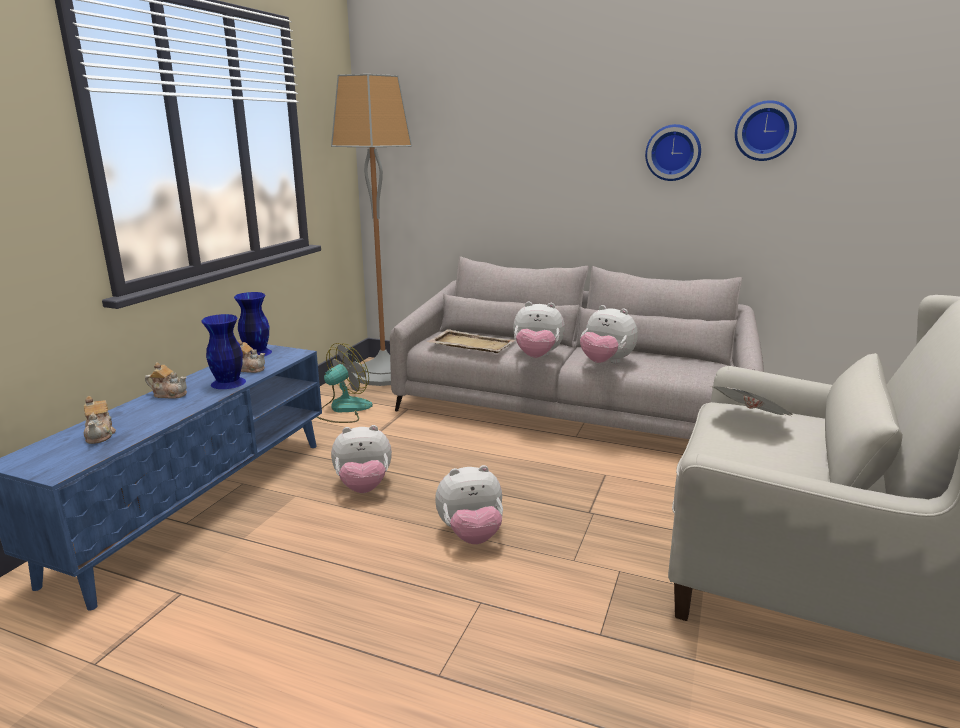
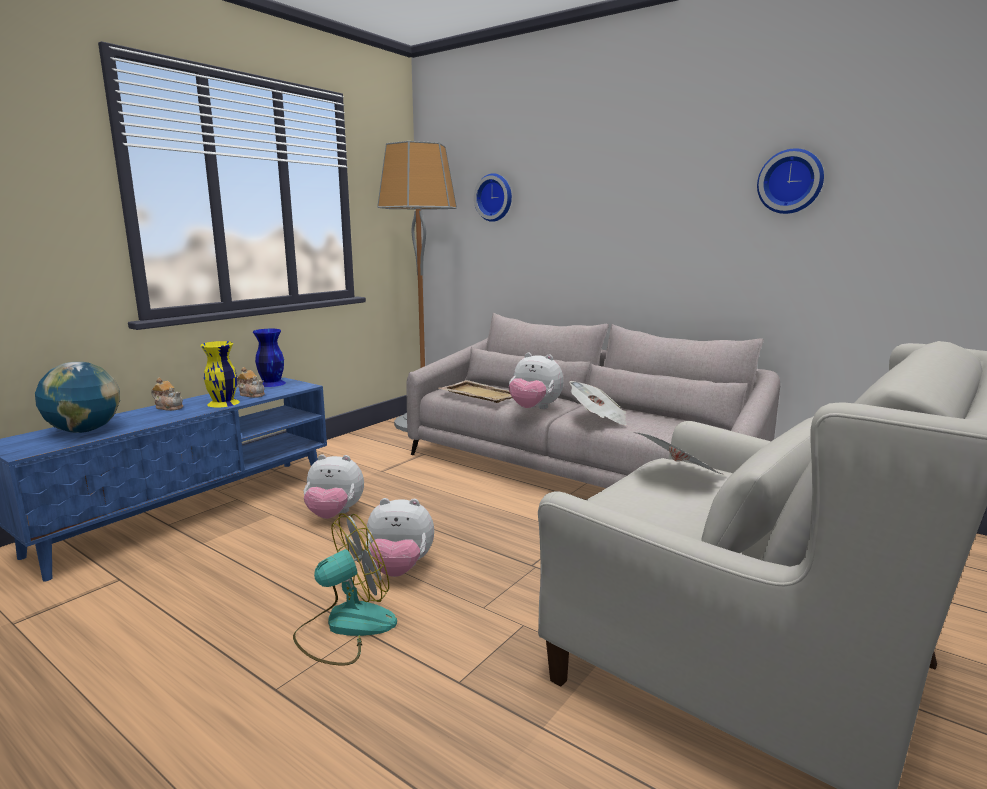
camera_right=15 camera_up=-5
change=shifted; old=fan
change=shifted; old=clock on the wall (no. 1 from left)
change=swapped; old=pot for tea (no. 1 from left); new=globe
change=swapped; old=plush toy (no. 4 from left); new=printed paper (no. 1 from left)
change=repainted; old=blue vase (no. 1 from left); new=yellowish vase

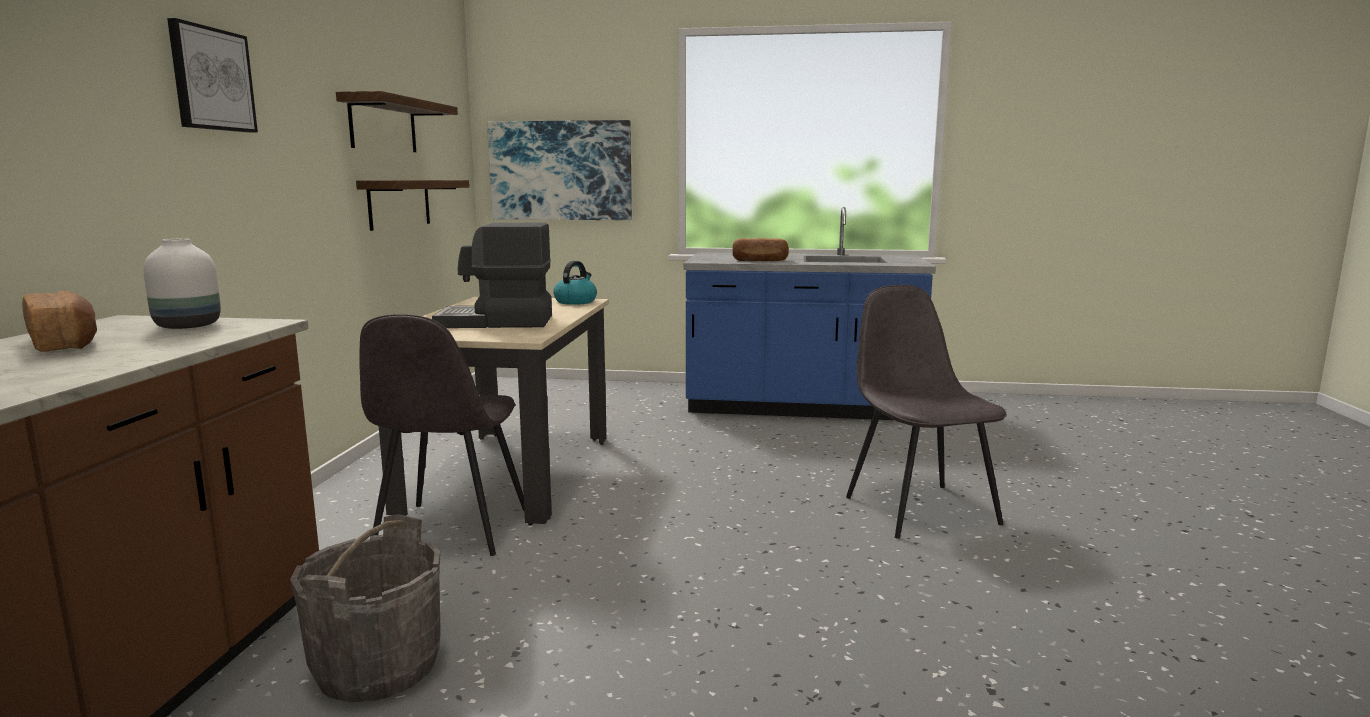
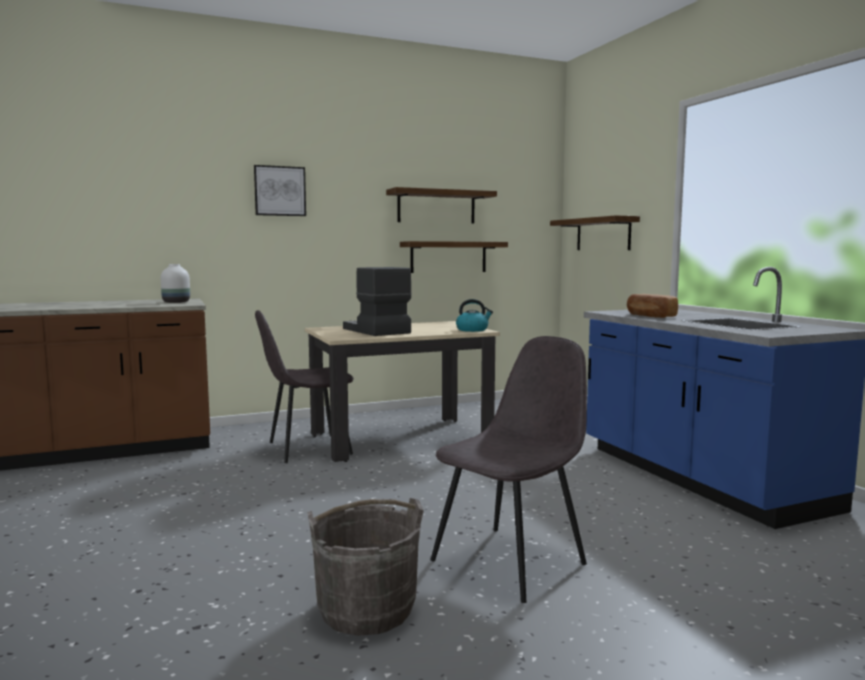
camera_right=60 camera_up=-5
change=gone; old=bakery bread (no. 1 from left)
change=shifted; old=grey pail
change=swapped; old=wall picture (no. 2 from left); new=wall shelf (no. 3 from left)

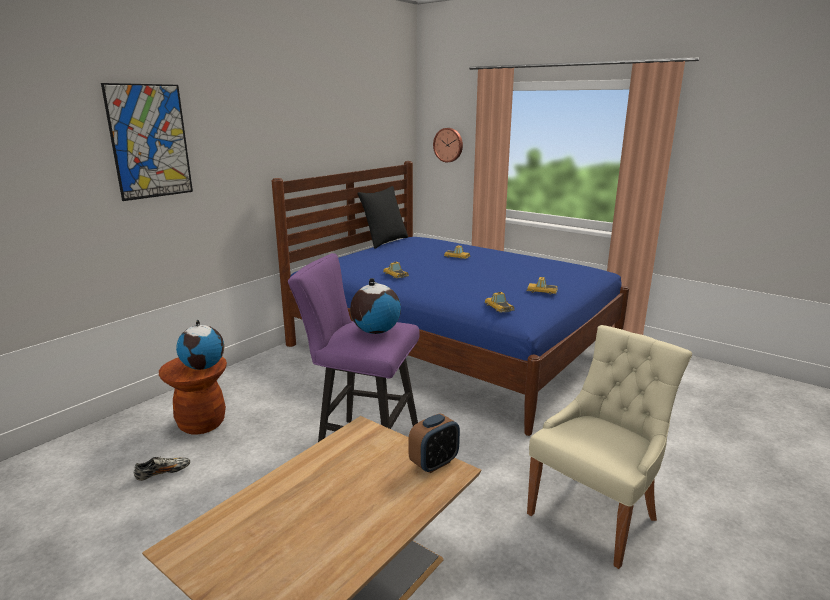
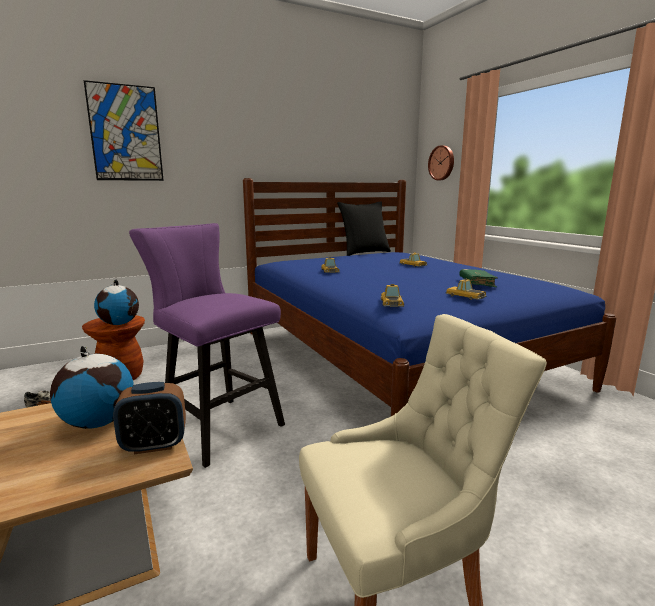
camera_right=25 camera_up=-5
change=new; new=green bound book
change=shifted; old=globe (no. 2 from left in the first image); new=globe (no. 1 from left)

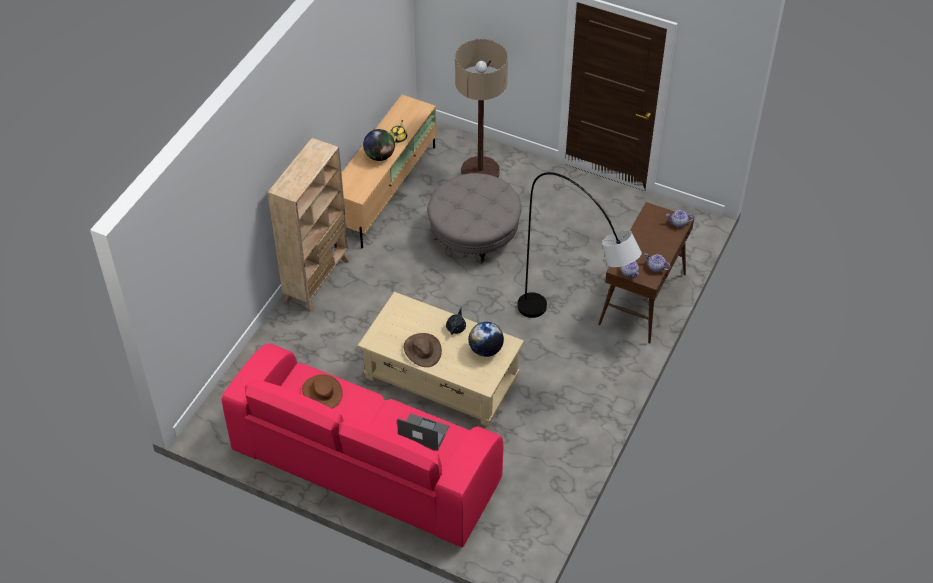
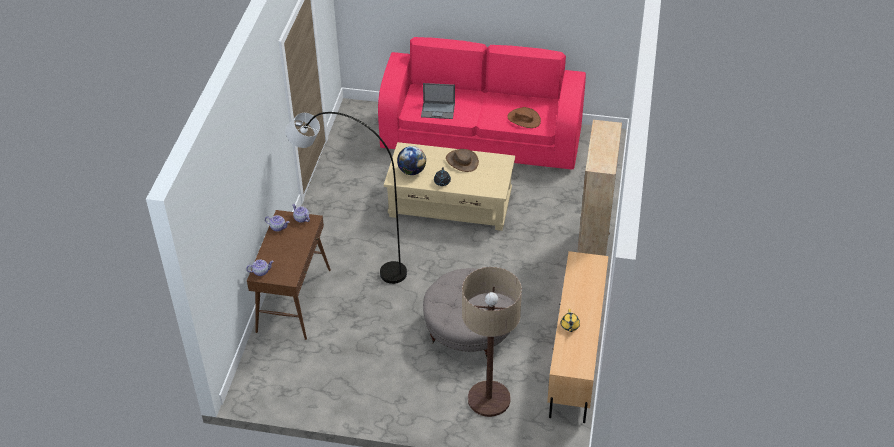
camera_right=165 camera_up=-5
change=gone; old=globe (no. 1 from left)

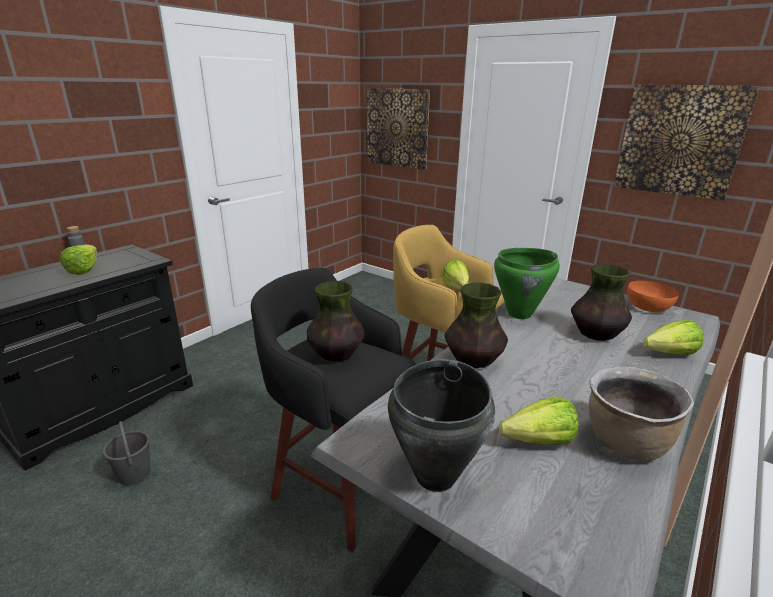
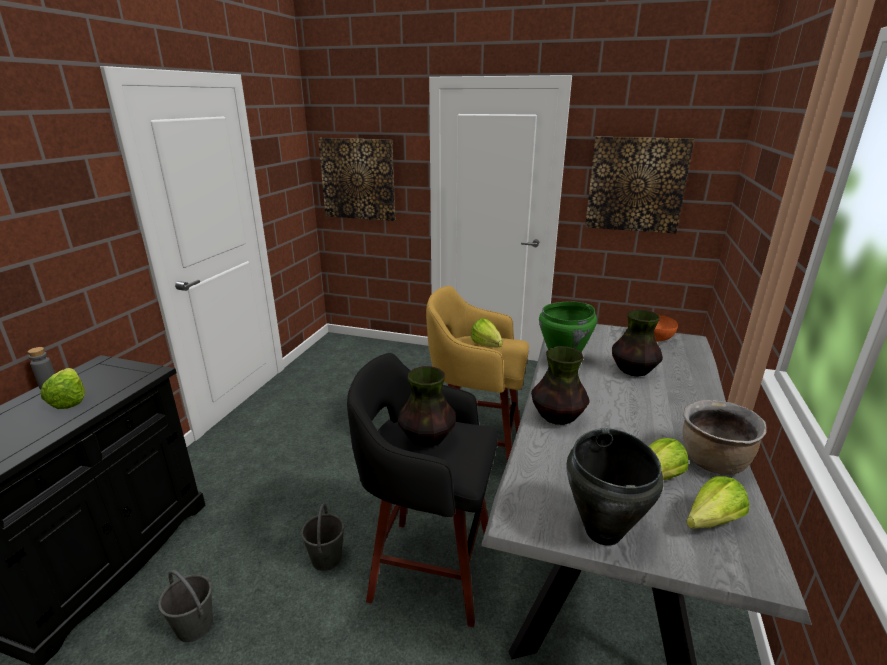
camera_right=-20 camera_up=0
change=new; new=grey pail (no. 2 from left)
change=shifted; old=head of lettuce (no. 4 from left)

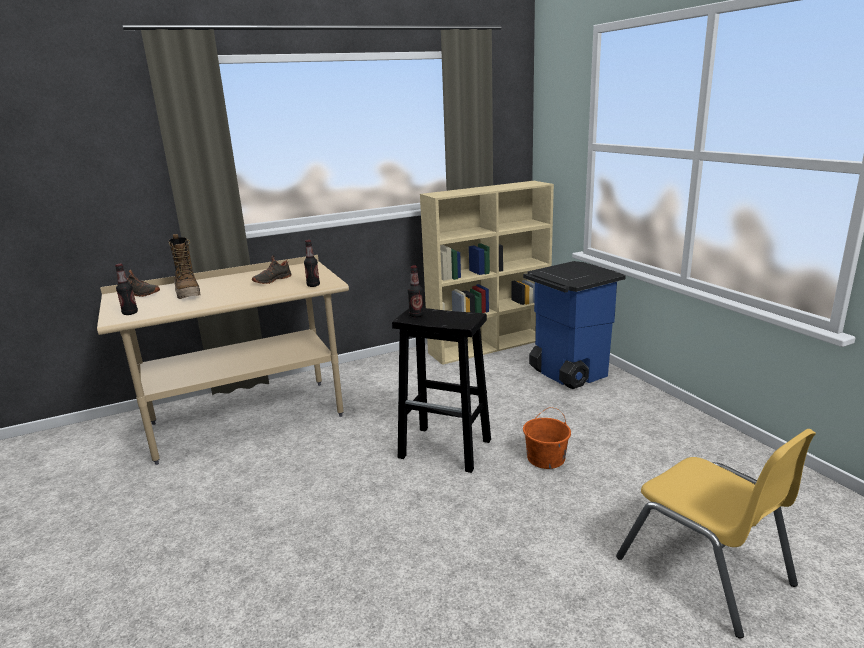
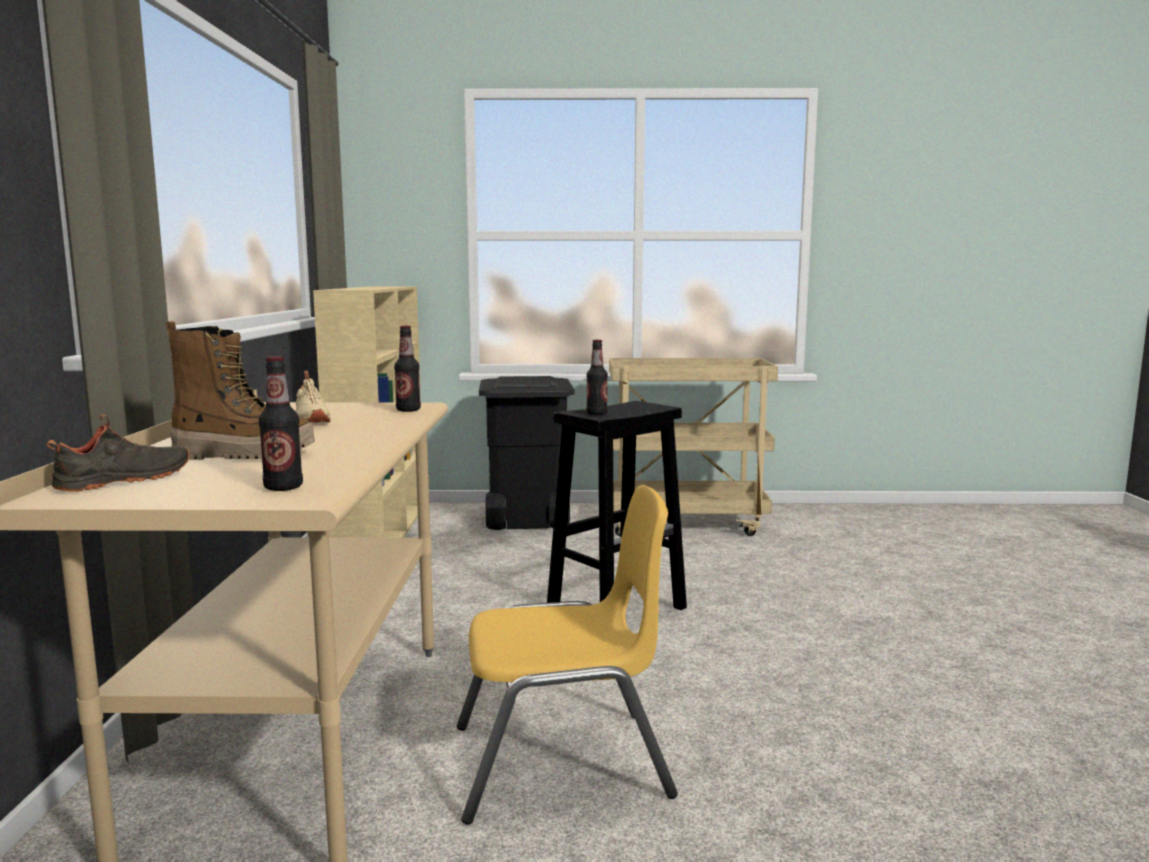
camera_right=-65 camera_up=-10
change=gone; old=orangey pail
change=new; new=sand-coloured trolley
change=shifted; old=yellowish upright chair
change=repainted; old=blackish item of footwear (no. 2 from left); new=sand-coloured item of footwear
change=repainted; old=blue trash can; new=blackish trash can

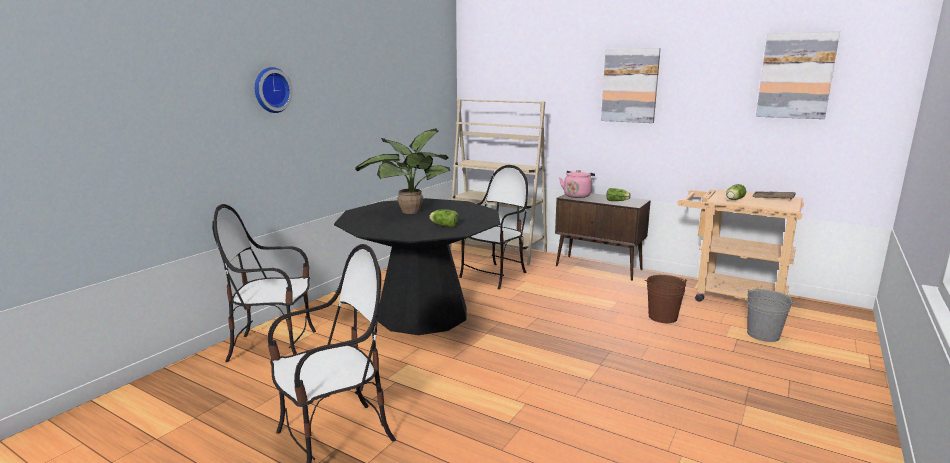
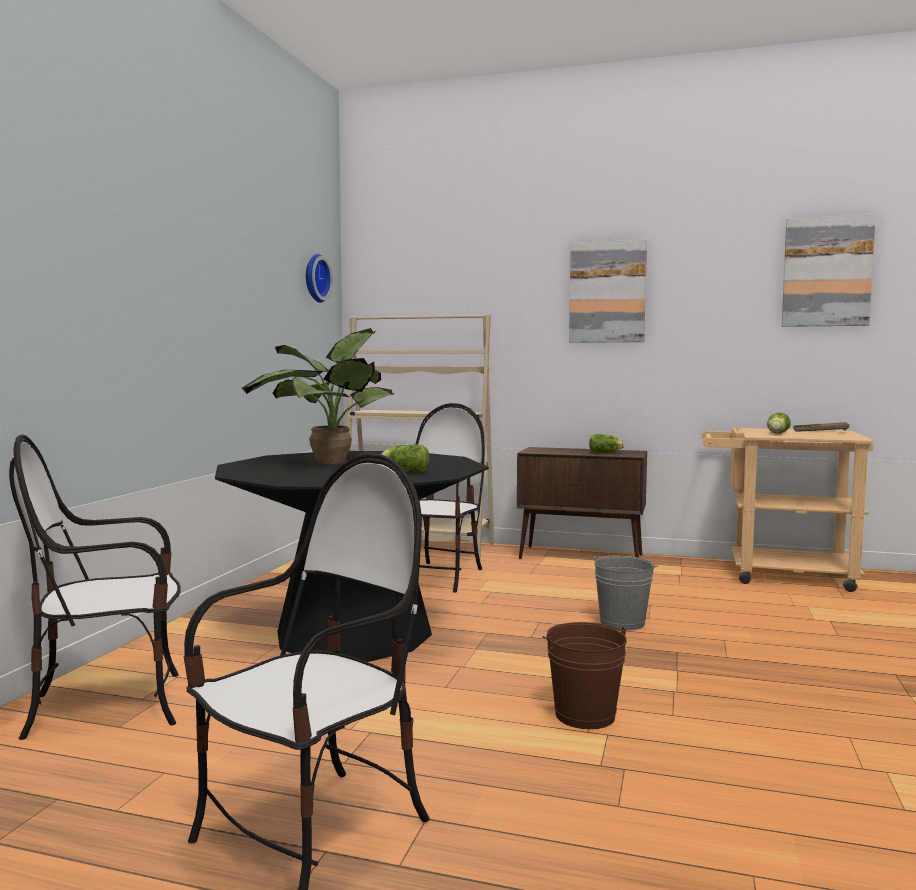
camera_right=-15 camera_up=-10
change=gone; old=pink-coloured kettle
change=shifted; old=clock on the wall
change=shifted; old=brown-coloured pail
change=shifted; old=grey pail

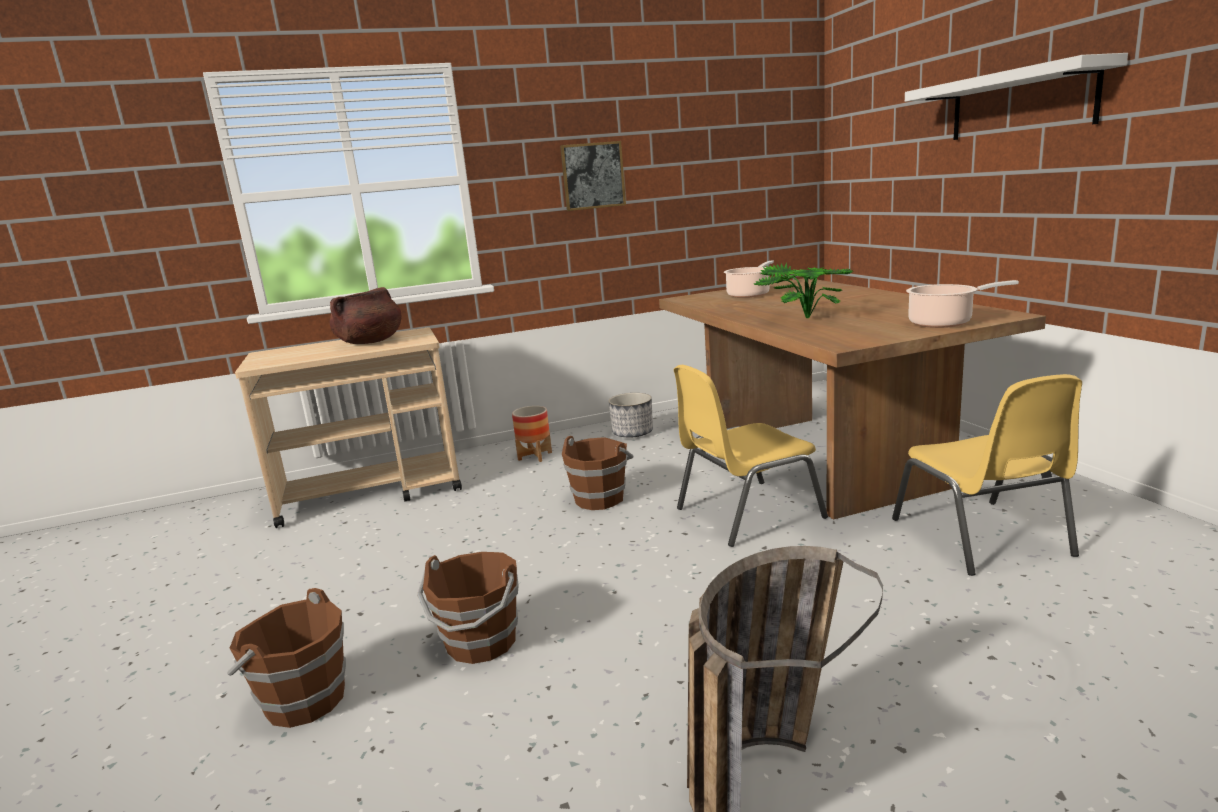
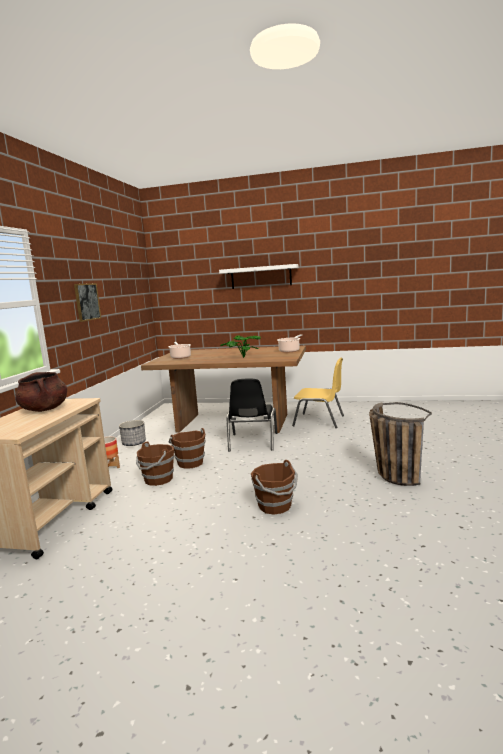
camera_right=-60 camera_up=-5
change=shifted; old=brown-coloured pail (no. 1 from left)
change=repainted; old=yellowish upright chair (no. 1 from left); new=blackish upright chair

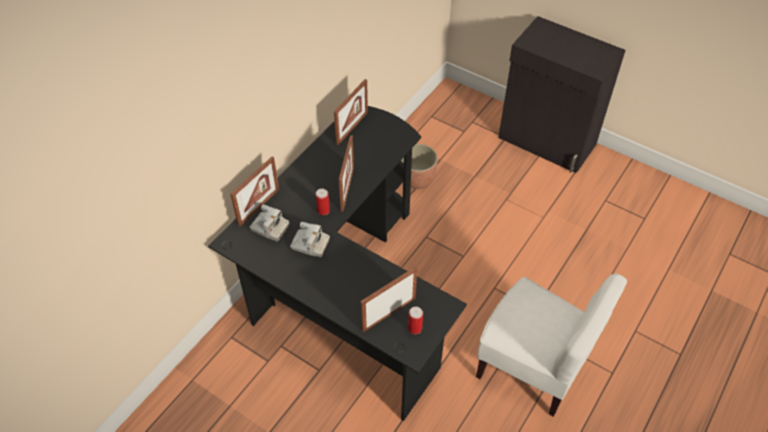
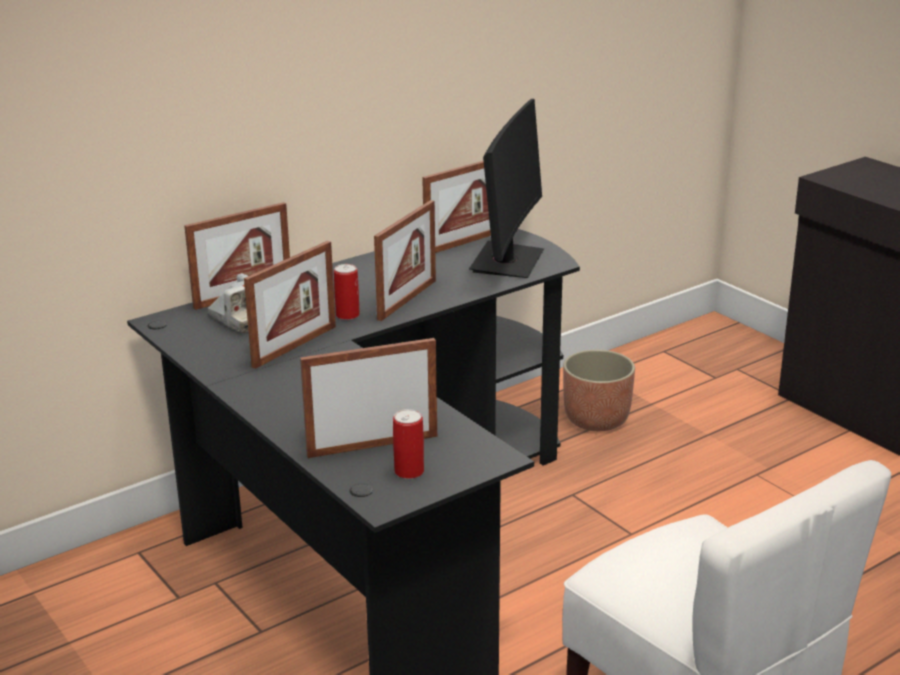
camera_right=20 camera_up=-25
change=new; new=computer screen
change=swapped; old=photo camera (no. 2 from left); new=photo frame (no. 2 from left)

